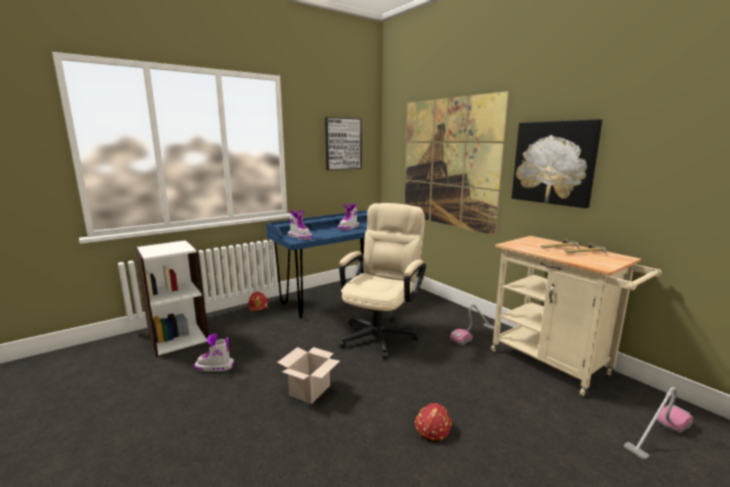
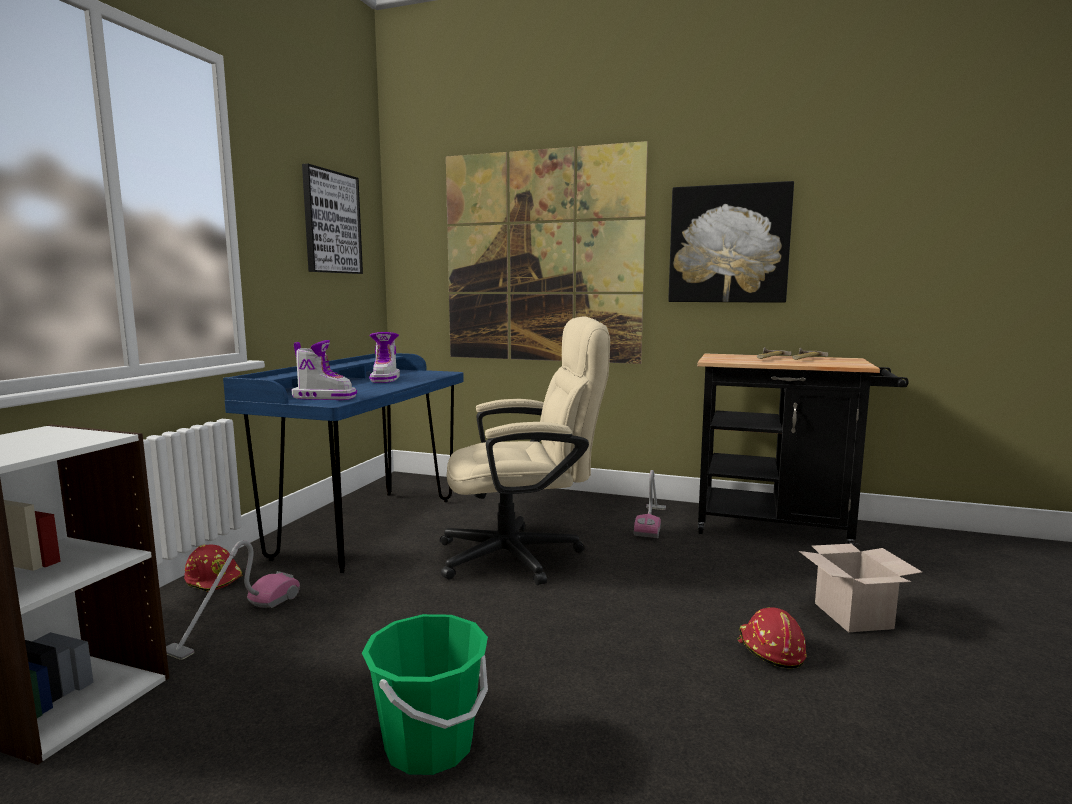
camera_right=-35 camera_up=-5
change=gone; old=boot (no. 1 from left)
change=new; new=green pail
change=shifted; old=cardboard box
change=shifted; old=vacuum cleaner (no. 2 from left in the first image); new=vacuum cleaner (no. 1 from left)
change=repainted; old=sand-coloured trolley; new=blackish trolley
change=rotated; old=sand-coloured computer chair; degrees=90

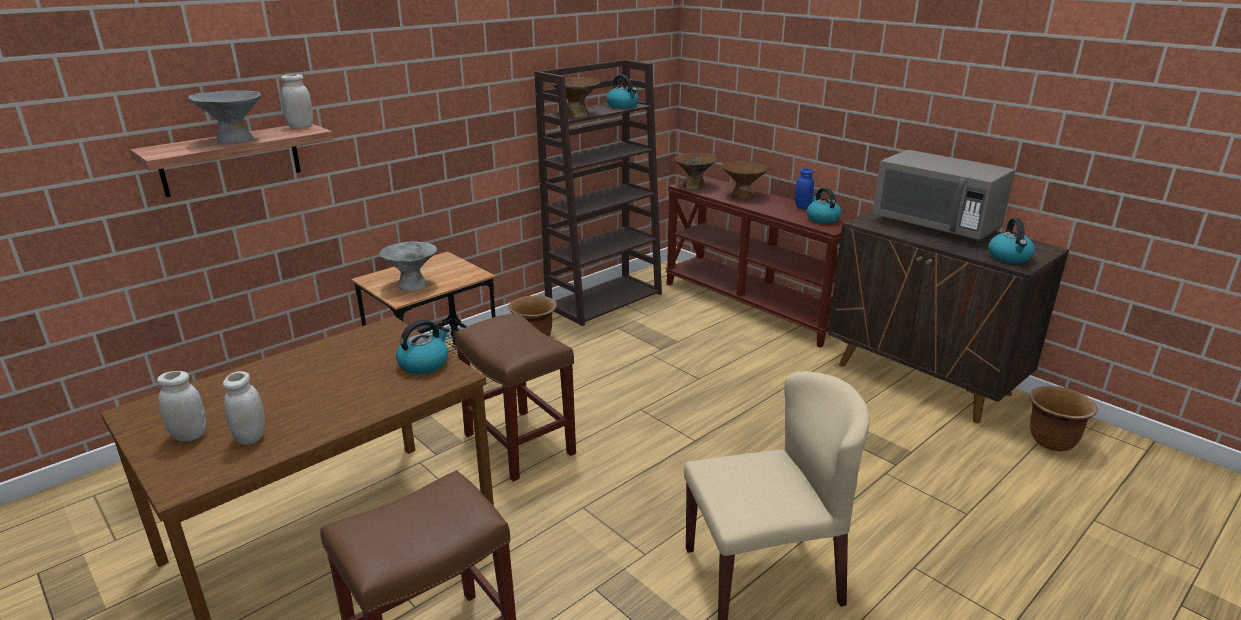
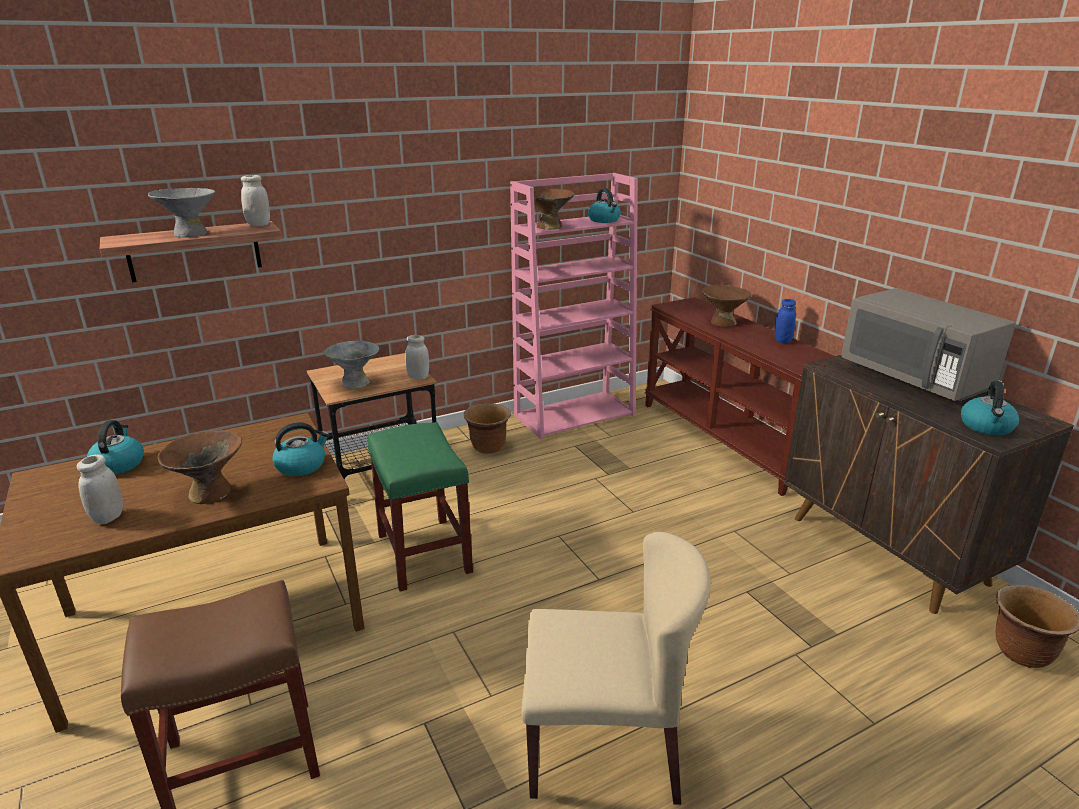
camera_right=15 camera_up=0
change=shifted; old=white-coloured storage jar (no. 1 from left in the first image); new=white-coloured storage jar (no. 3 from left)
change=shifted; old=brown-coloured serving bowl (no. 2 from left in the first image); new=brown-coloured serving bowl (no. 1 from left)
change=shifted; old=kettle (no. 3 from left in the first image); new=kettle (no. 1 from left)
change=repainted; old=brown-coloured stool (no. 2 from left); new=green stool
change=repainted; old=brown-coloured bookcase; new=pink-coloured bookcase

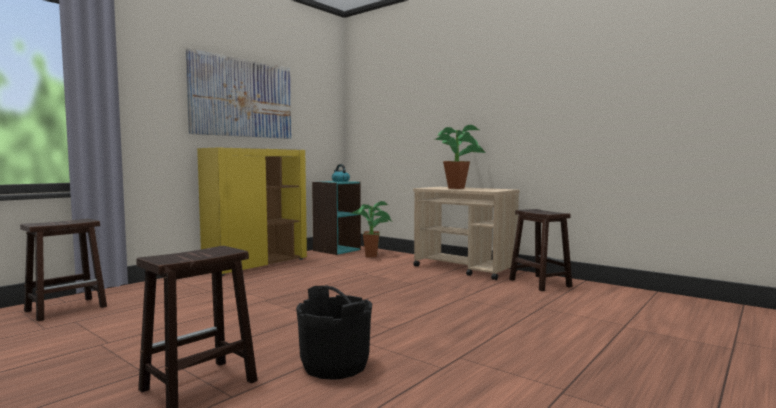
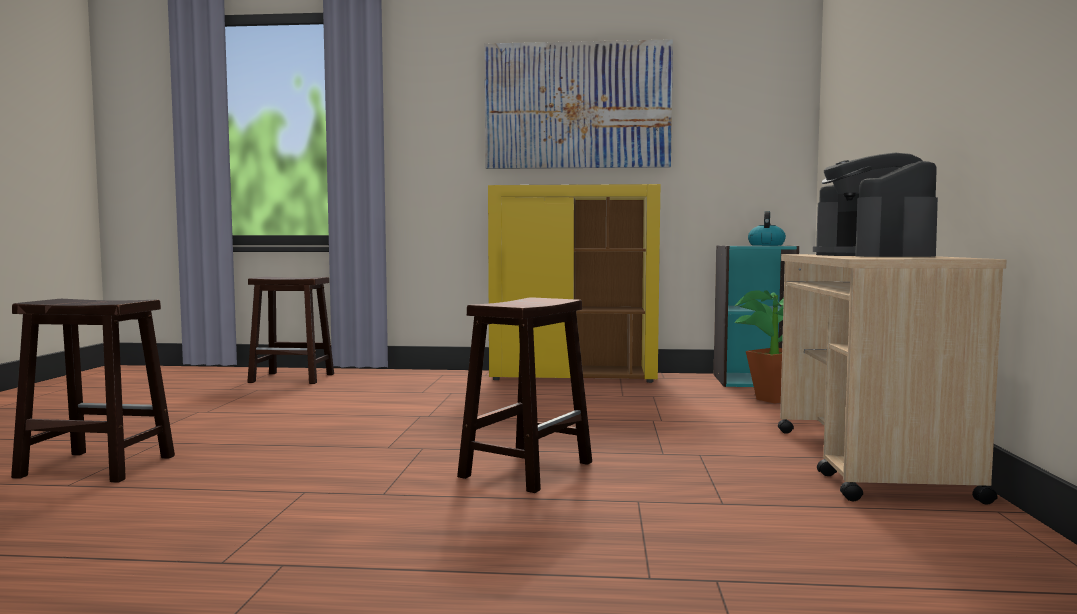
camera_right=55 camera_up=0
change=gone; old=blackish pail
change=shifted; old=brown-coloured stool (no. 3 from left)
change=swapped; old=potted plant (no. 2 from left); new=coffee maker

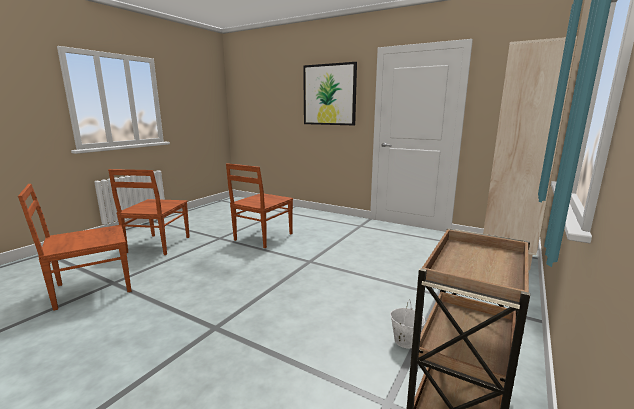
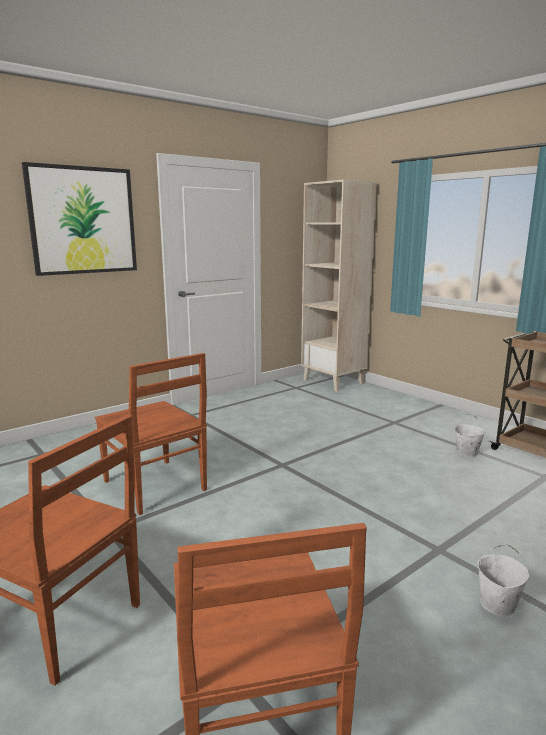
camera_right=-70 camera_up=0
change=new; new=white-coloured pail (no. 2 from left)

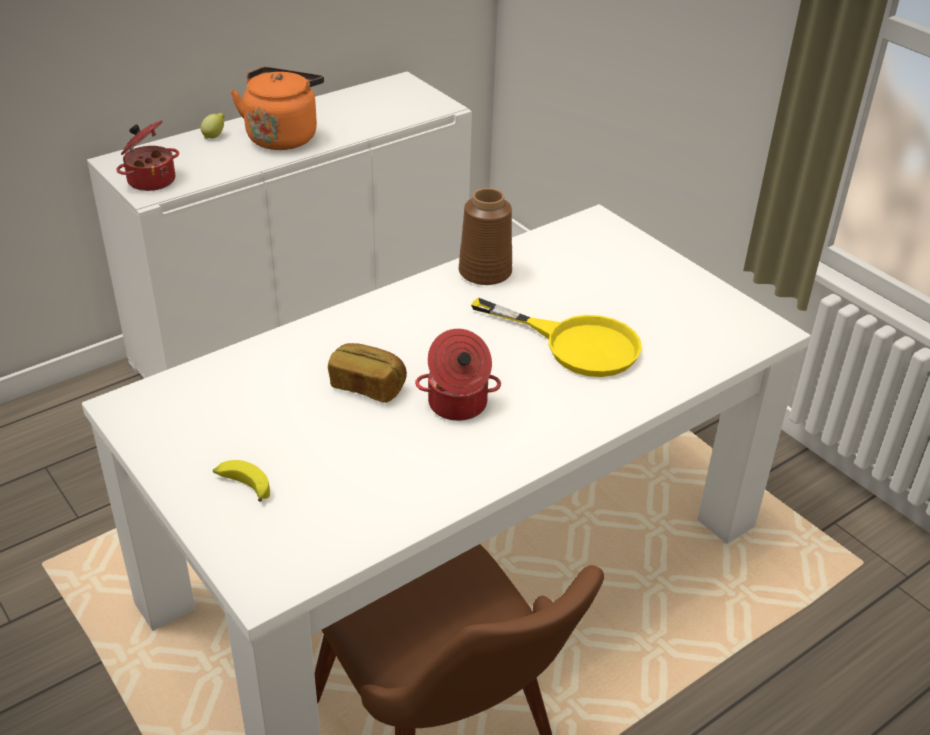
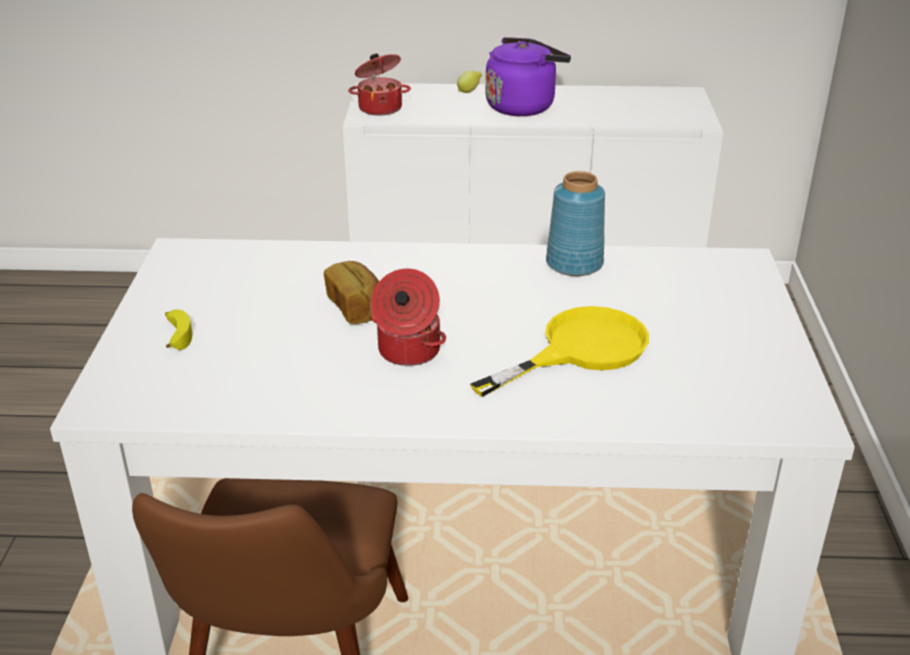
camera_right=40 camera_up=-5
change=repainted; old=orangey kettle; new=purple kettle
change=repainted; old=brown-coloured vase; new=blue vase
change=rotated; old=yellowish skillet; degrees=-105

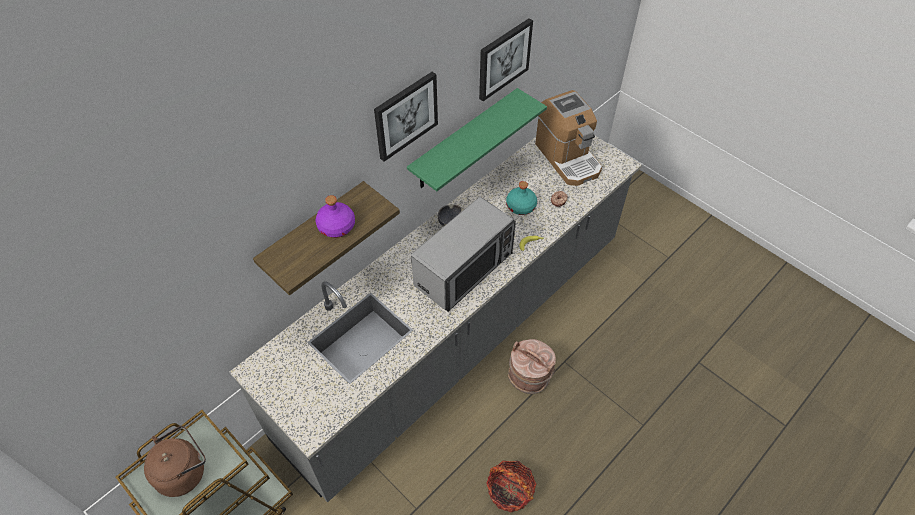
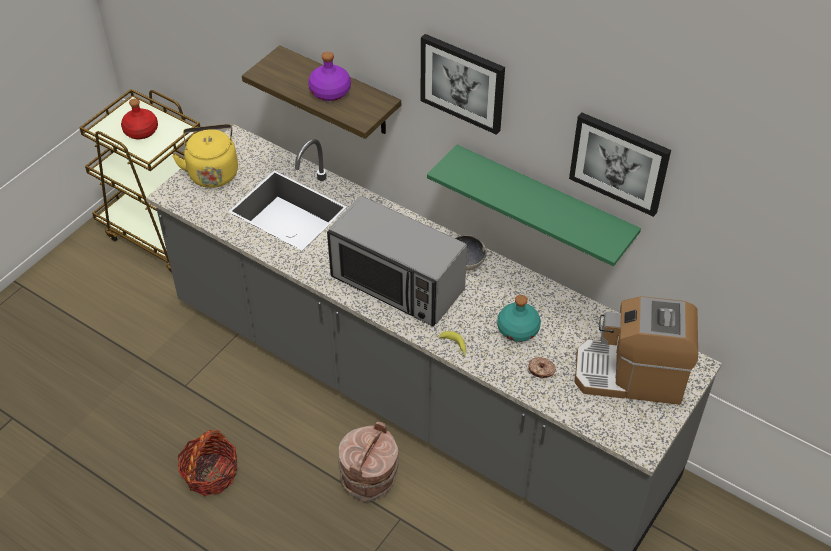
camera_right=80 camera_up=-5
change=new; new=yellowish kettle
change=swapped; old=brown-coloured kettle; new=red-coloured bottle
change=rotated; old=coffee maker; degrees=45

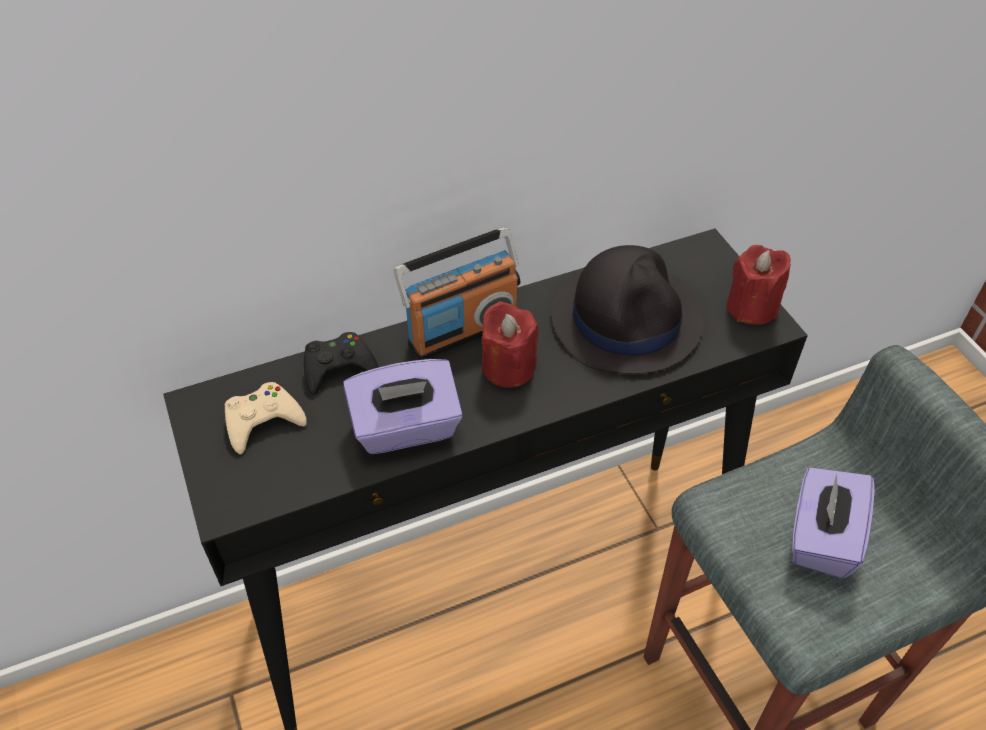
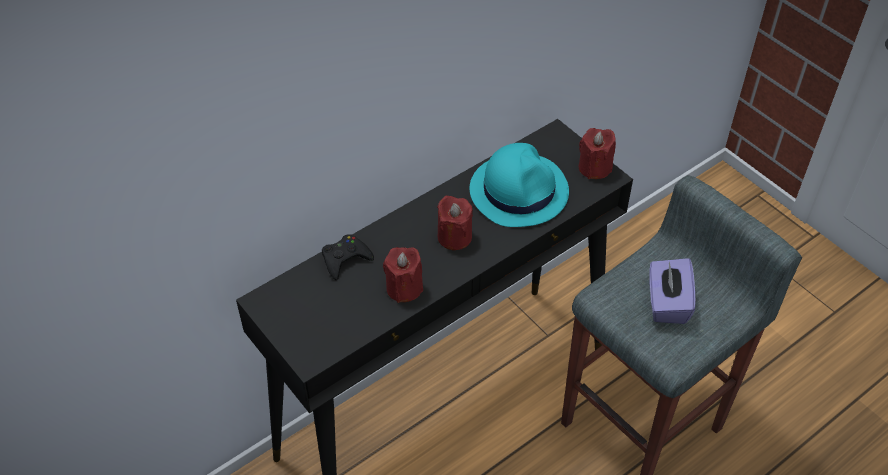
camera_right=-15 camera_up=0
change=gone; old=sand-coloured game controller
change=gone; old=radio receiver
change=swapped; old=purple box of tissues (no. 1 from left); new=red-coloured wax candle (no. 1 from left)
change=repainted; old=blackish hat; new=turquoise-coloured hat

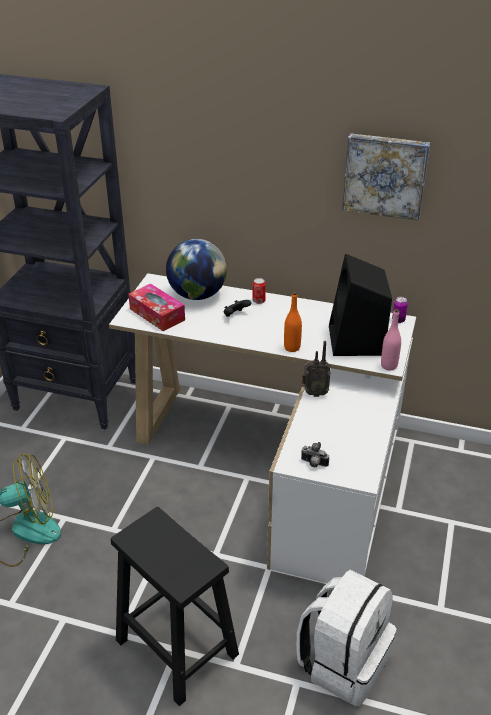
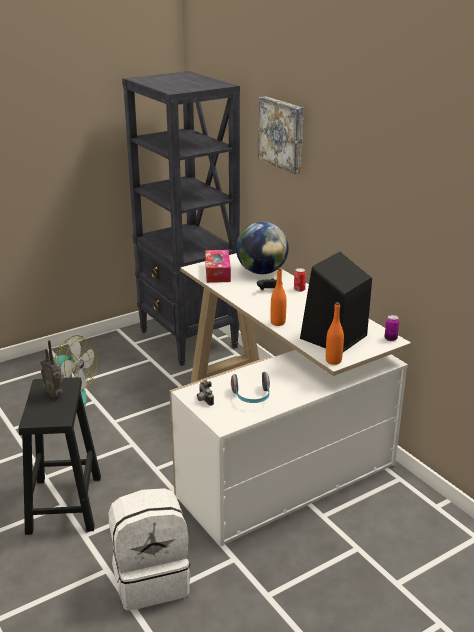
camera_right=40 camera_up=-10
change=new; new=headphones
change=shifted; old=radio receiver
change=shifted; old=wall picture
change=repainted; old=pink-coloured bottle; new=orangey bottle (no. 2 from left)

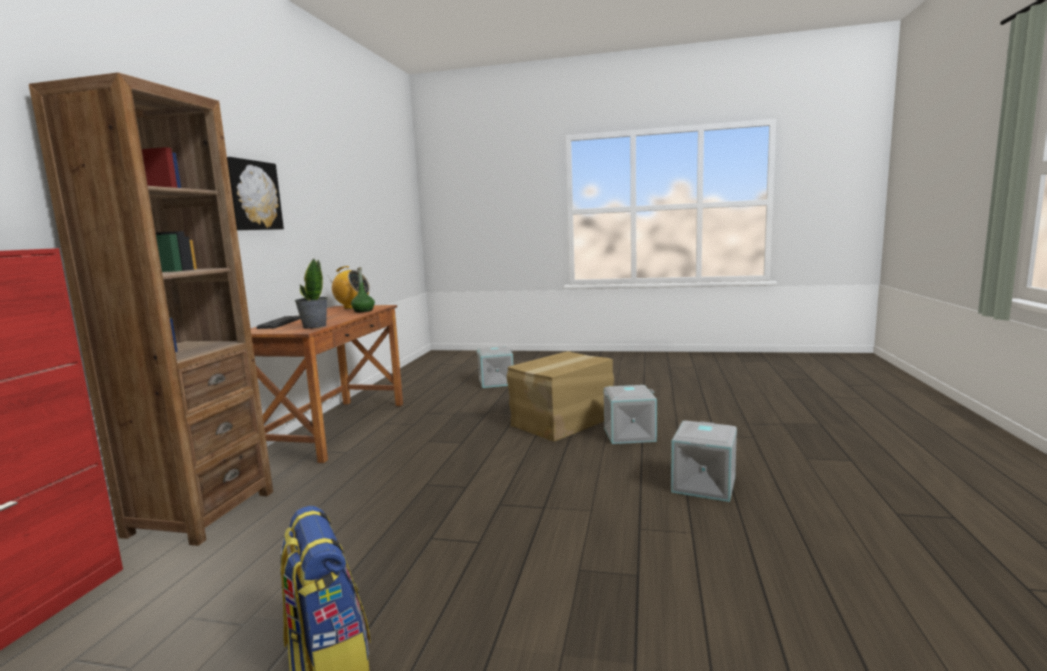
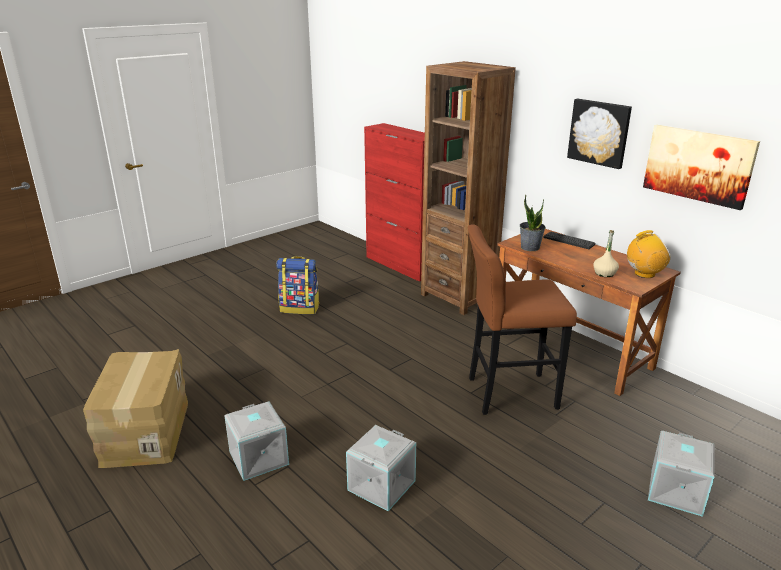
camera_right=125 camera_up=15
change=new; new=brown-coloured stool
change=new; new=wall picture (no. 2 from left)
change=shifted; old=cardboard box
change=repainted; old=green bottle; new=sand-coloured bottle
change=rotated; old=radio receiver; degrees=-150

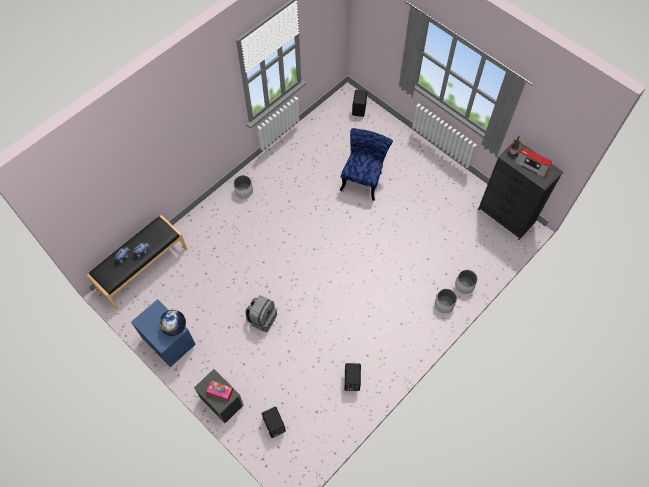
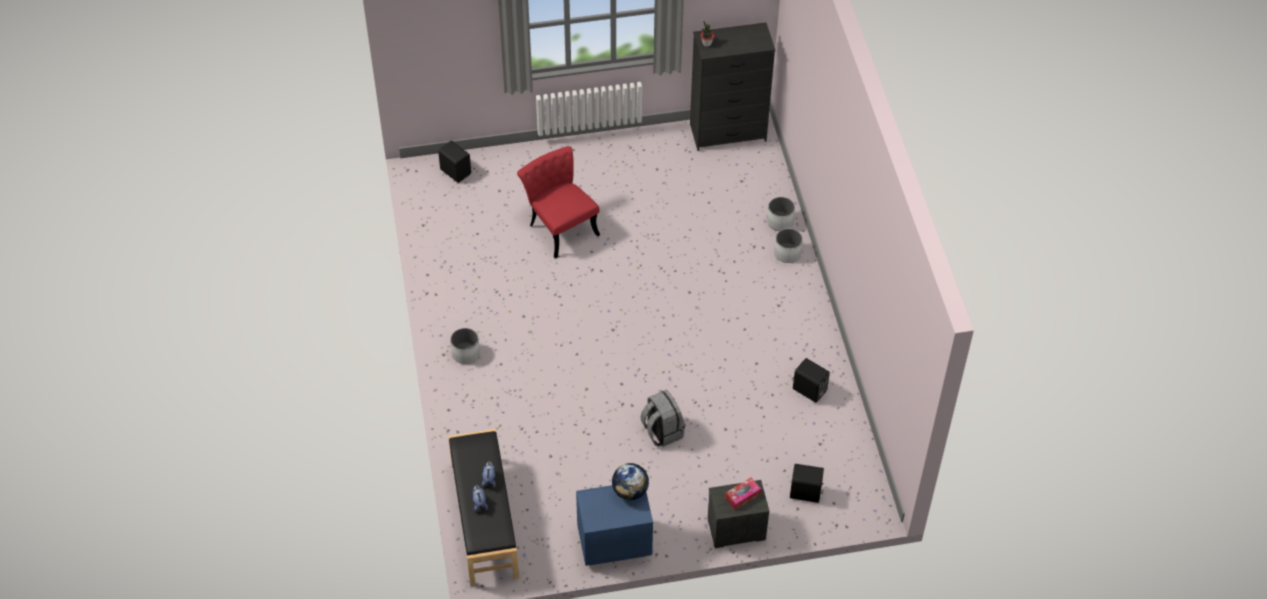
camera_right=-55 camera_up=-10
change=gone; old=radio receiver
change=repainted; old=blue upright chair; new=red-coloured upright chair

